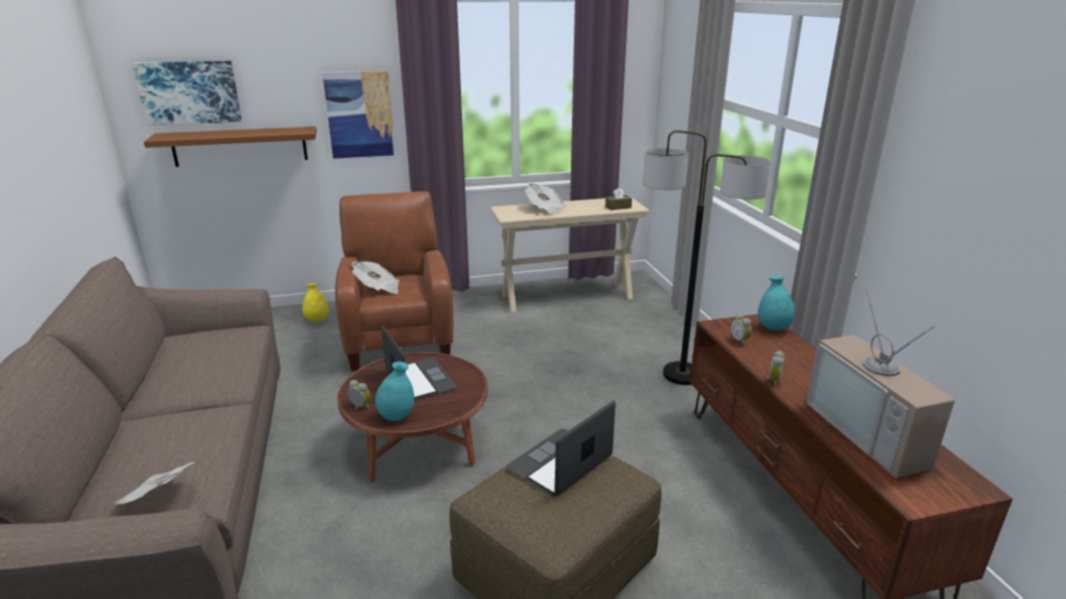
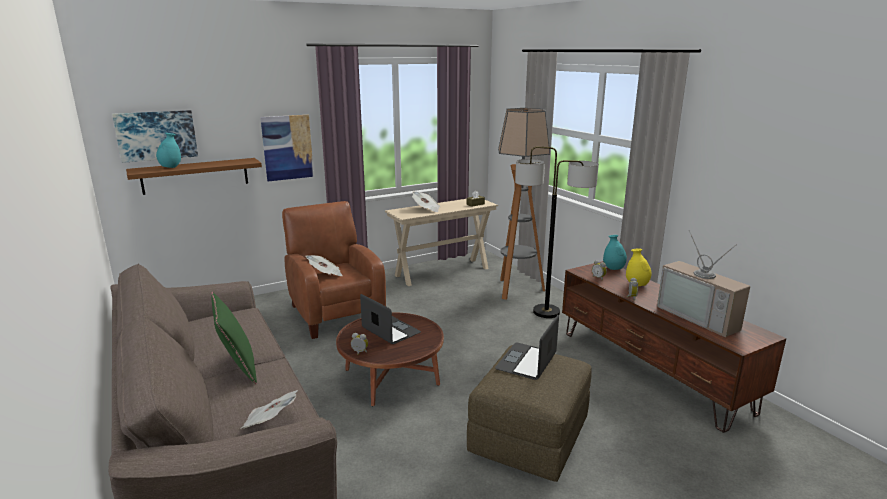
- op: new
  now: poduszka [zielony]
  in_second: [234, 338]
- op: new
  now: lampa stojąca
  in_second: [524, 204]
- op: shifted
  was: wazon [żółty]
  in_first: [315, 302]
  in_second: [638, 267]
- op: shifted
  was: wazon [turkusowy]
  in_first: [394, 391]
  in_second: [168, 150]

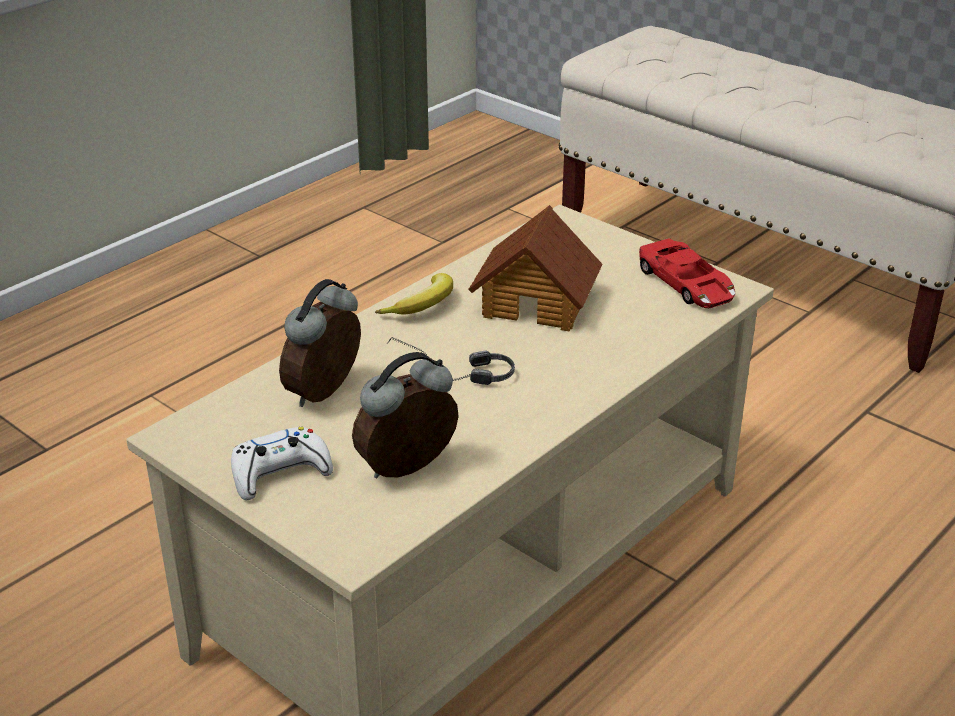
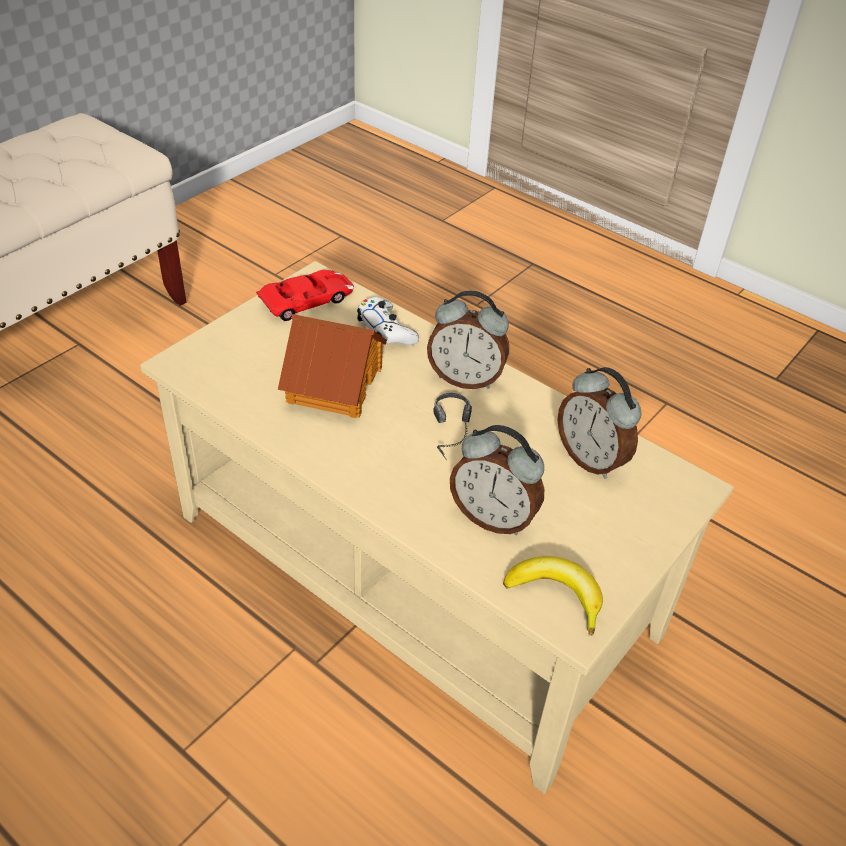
- op: new
  now: budzik
  in_second: [468, 339]
- op: shifted
  was: pad do gier [biały]
  in_first: [282, 463]
  in_second: [388, 321]
- op: shifted
  was: banan
  in_first: [414, 293]
  in_second: [553, 596]

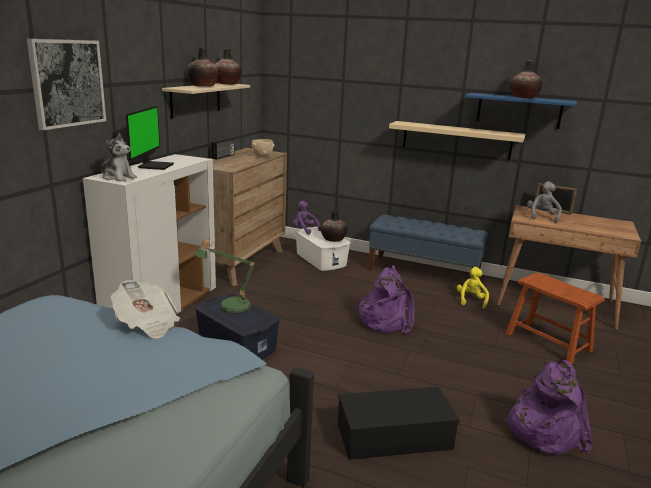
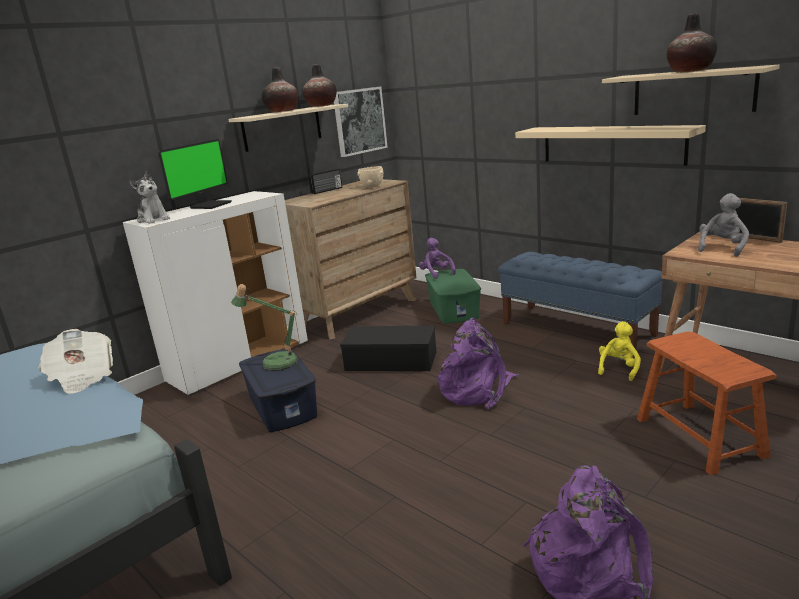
- op: gone
  was: wazon
  in_first: [334, 226]
- op: shifted
  was: obraz
  in_first: [66, 84]
  in_second: [361, 122]
- op: shifted
  was: pojemnik do przechowywania [czarny]
  in_first: [399, 423]
  in_second: [388, 348]
- op: repainted
  was: pojemnik do przechowywania [biały]
  now: pojemnik do przechowywania [zielony]
  in_first: [323, 249]
  in_second: [453, 296]
- op: repainted
  was: półka [niebieski]
  now: półka [beżowy]
  in_first: [521, 111]
  in_second: [691, 90]

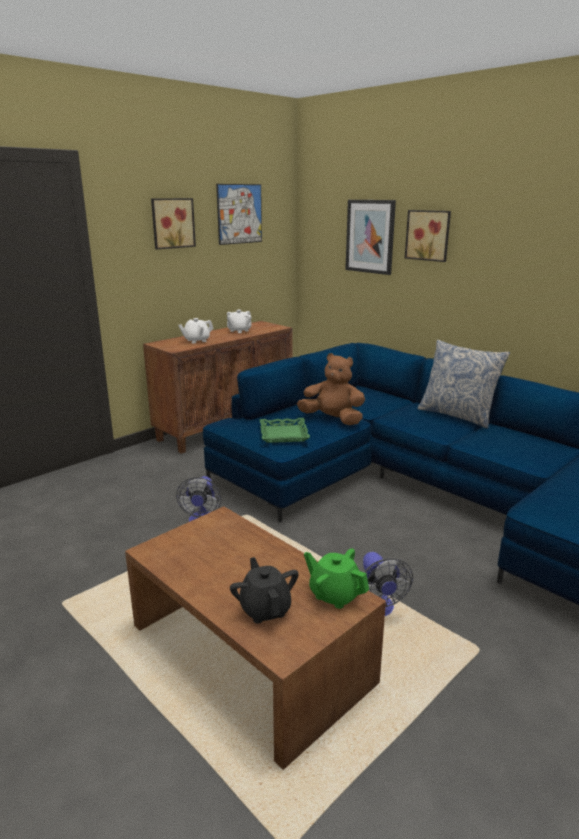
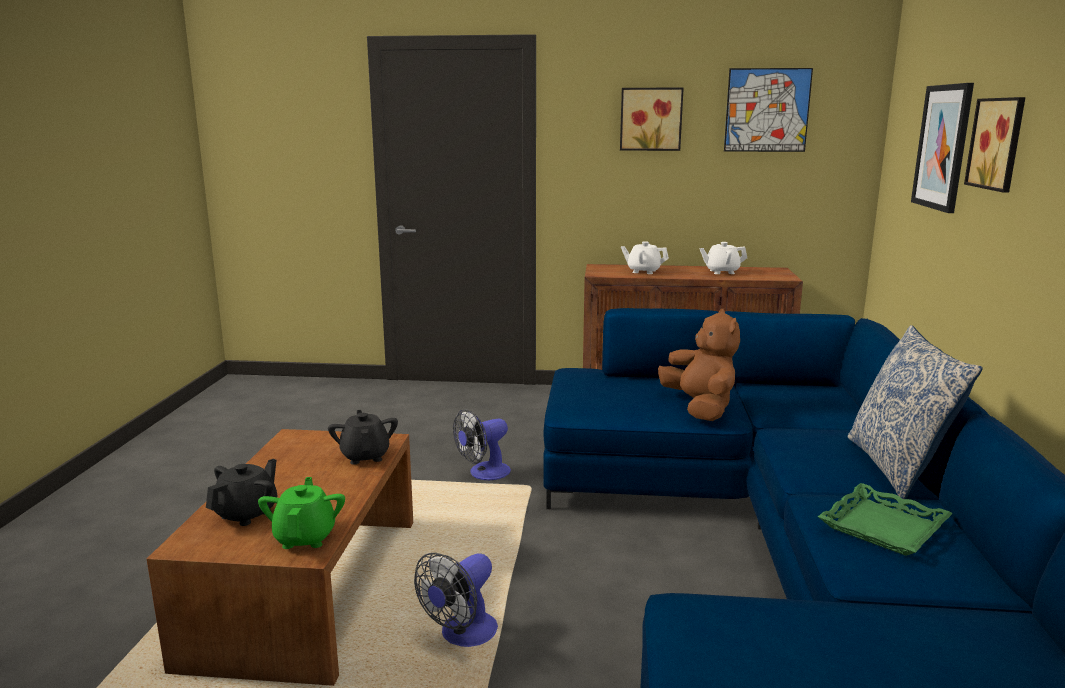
- op: new
  now: imbryk [czarny]
  in_second: [363, 437]
- op: shifted
  was: taca [zielony]
  in_first: [285, 430]
  in_second: [885, 519]

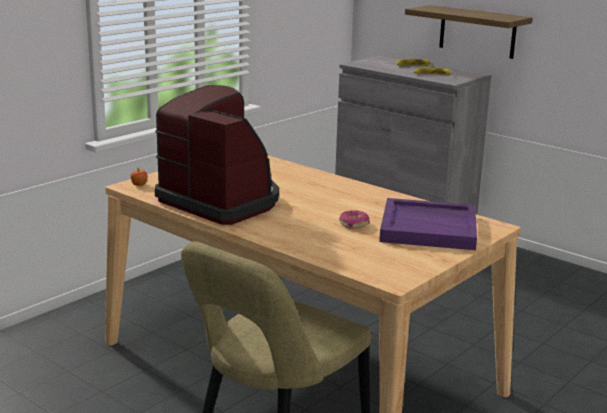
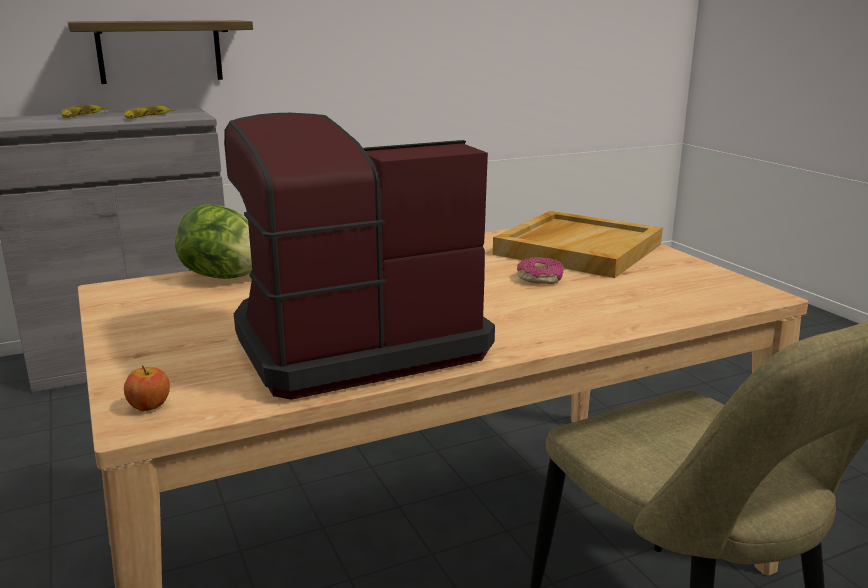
- op: new
  now: sałata
  in_second: [213, 242]
- op: repainted
  was: taca [fioletowy]
  now: taca [beżowy]
  in_first: [428, 224]
  in_second: [578, 244]

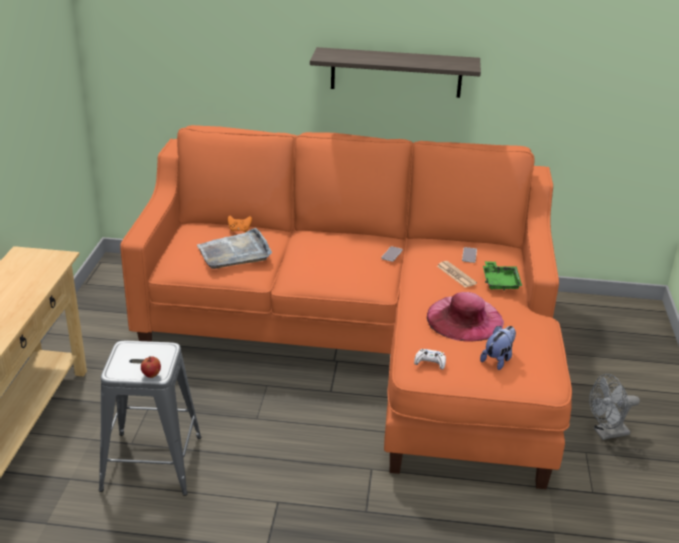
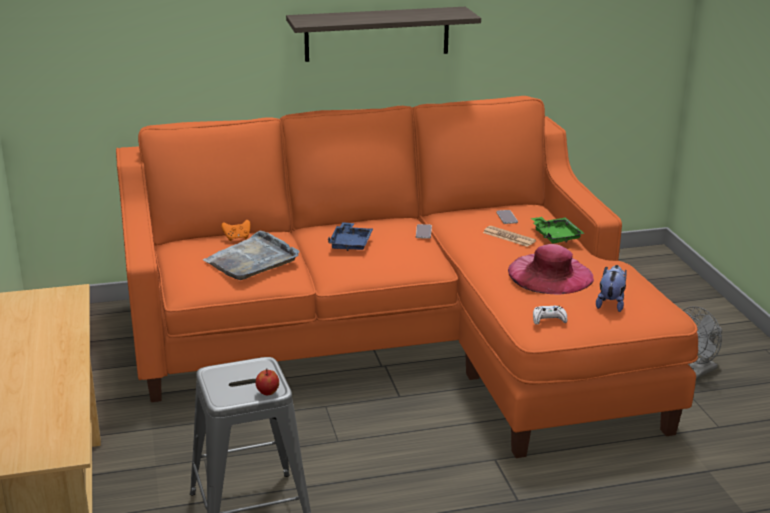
- op: new
  now: taca [niebieski]
  in_second: [350, 236]

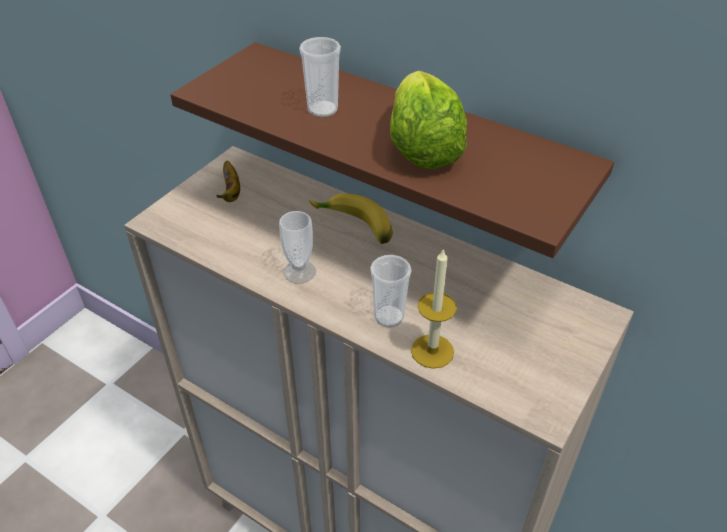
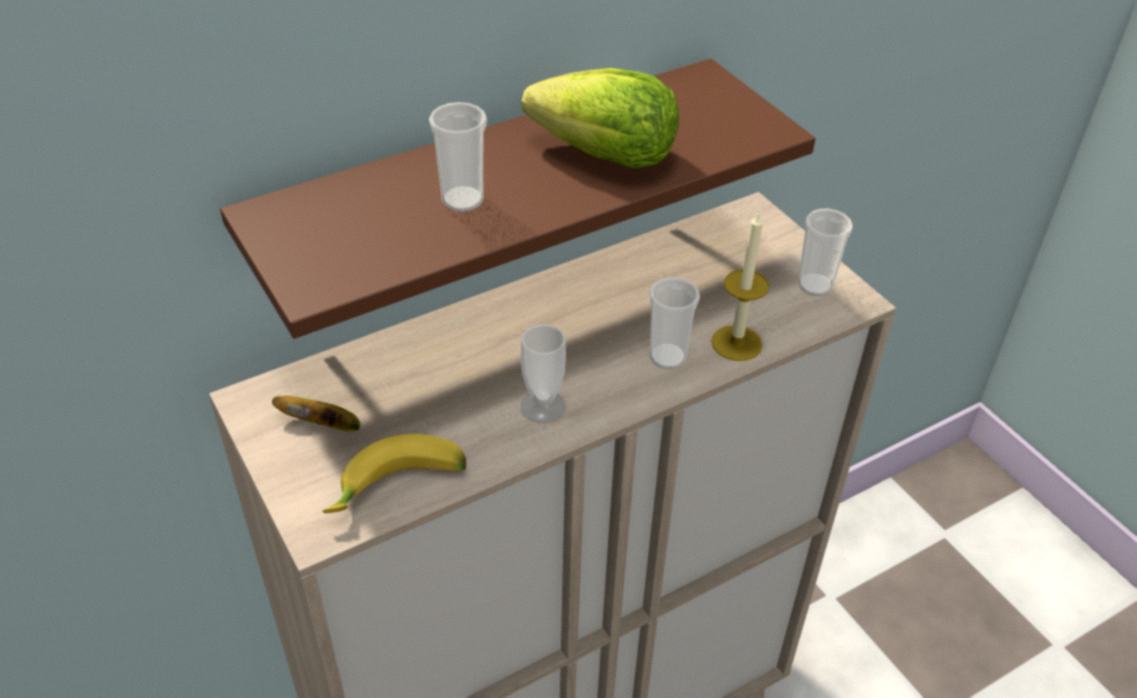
- op: new
  now: filiżanka
  in_second: [825, 252]
- op: shifted
  was: banan
  in_first: [351, 218]
  in_second: [394, 473]

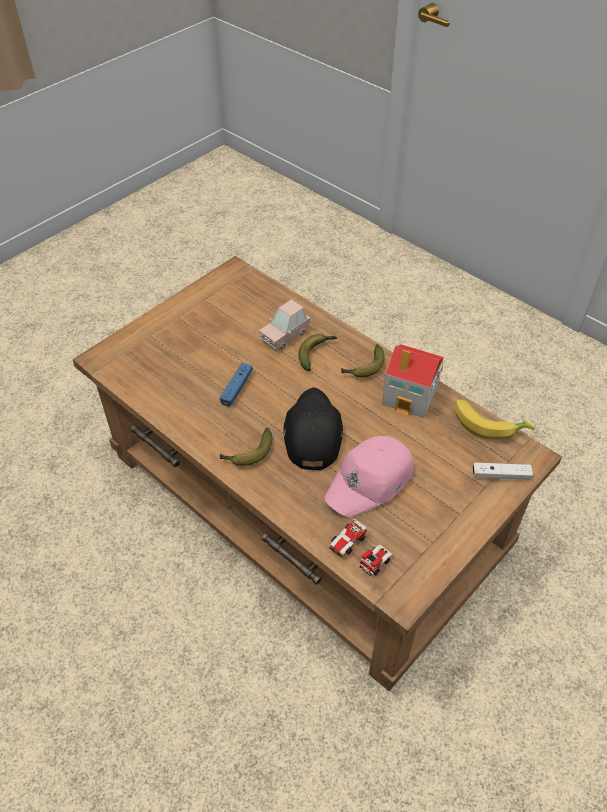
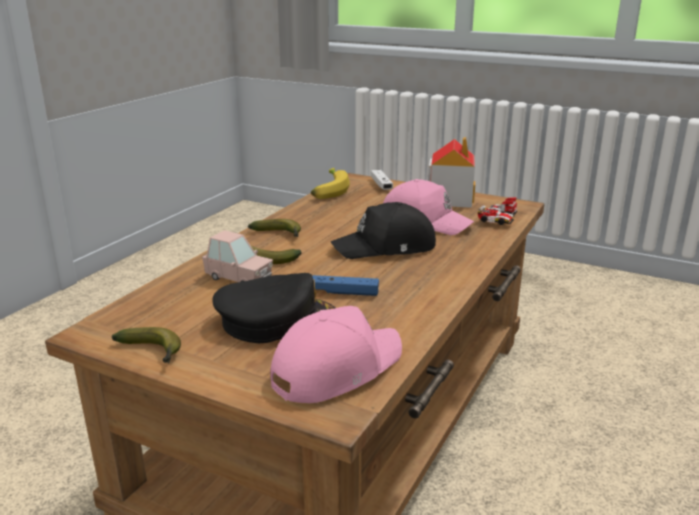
- op: new
  now: czapka z daszkiem [czarny]
  in_second: [273, 308]
- op: new
  now: czapka z daszkiem [różowy]
  in_second: [336, 354]
- op: shifted
  was: banan
  in_first: [245, 447]
  in_second: [146, 345]
- op: shifted
  was: domek
  in_first: [413, 381]
  in_second: [451, 172]

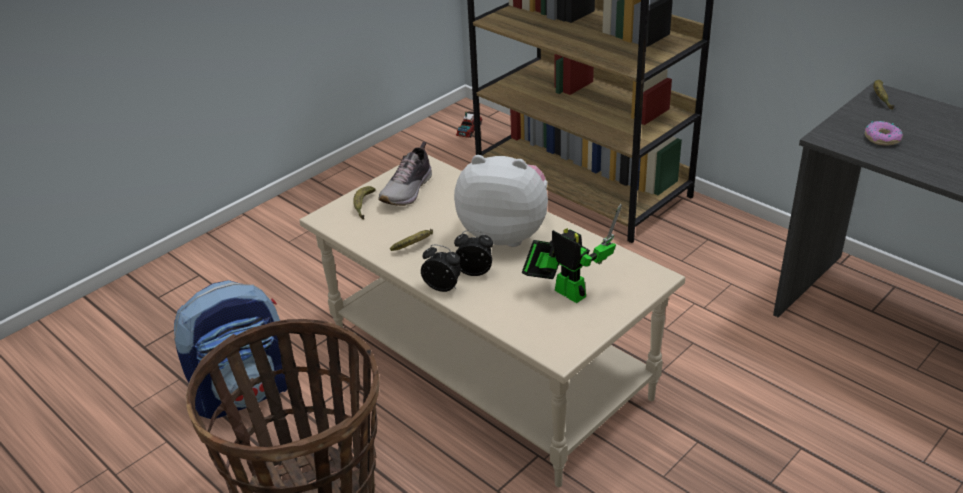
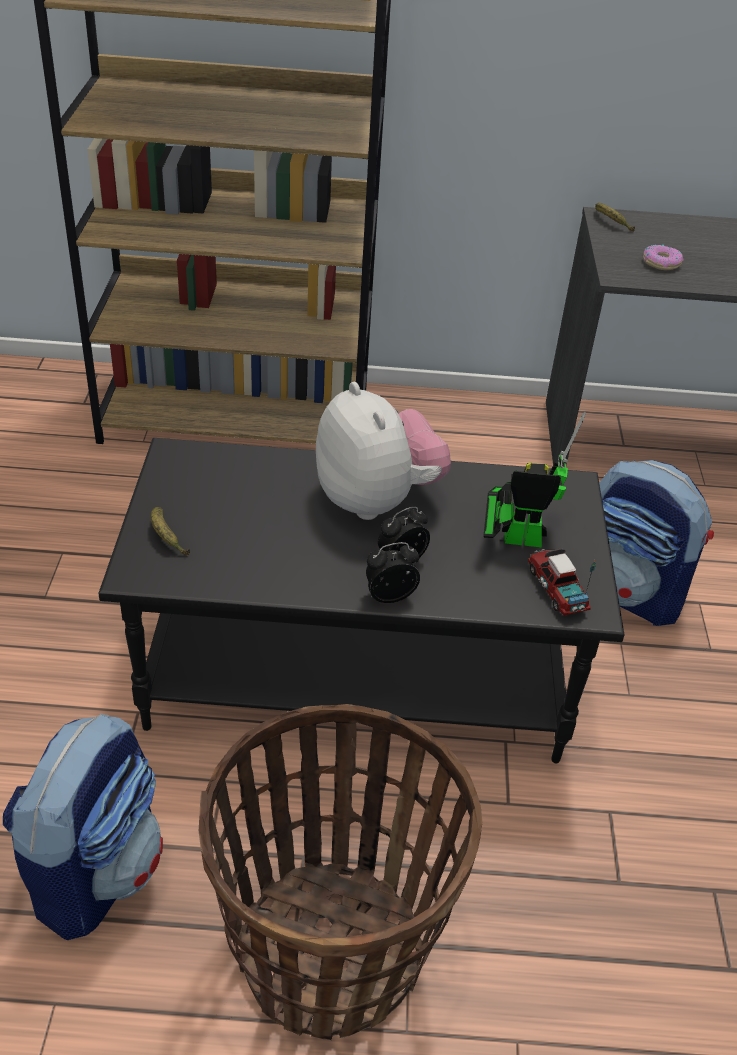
- op: gone
  was: but
  in_first: [405, 174]
- op: gone
  was: banan
  in_first: [411, 240]
- op: new
  now: plecak
  in_second: [656, 543]
- op: shifted
  was: ciężarówka zabawkowa
  in_first: [469, 124]
  in_second: [562, 582]
- op: repainted
  was: ława [beżowy]
  now: ława [czarny]
  in_first: [492, 321]
  in_second: [361, 600]
- op: rotated
  was: pluszak
  in_first: [501, 201]
  in_second: [383, 451]
  clockwise: 90

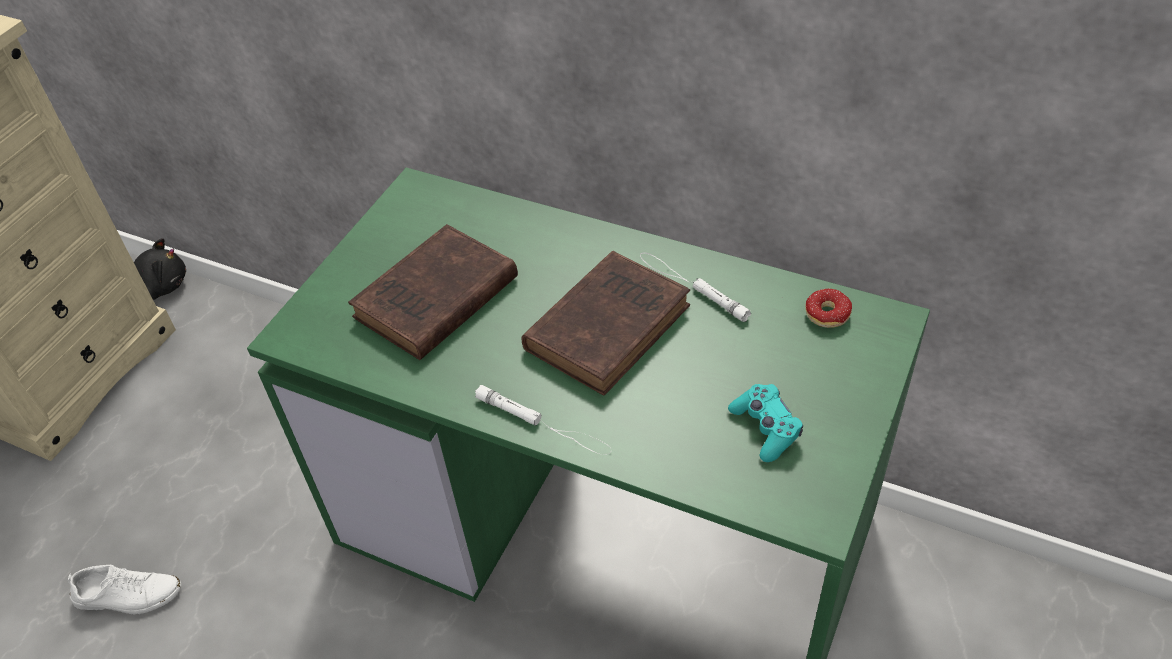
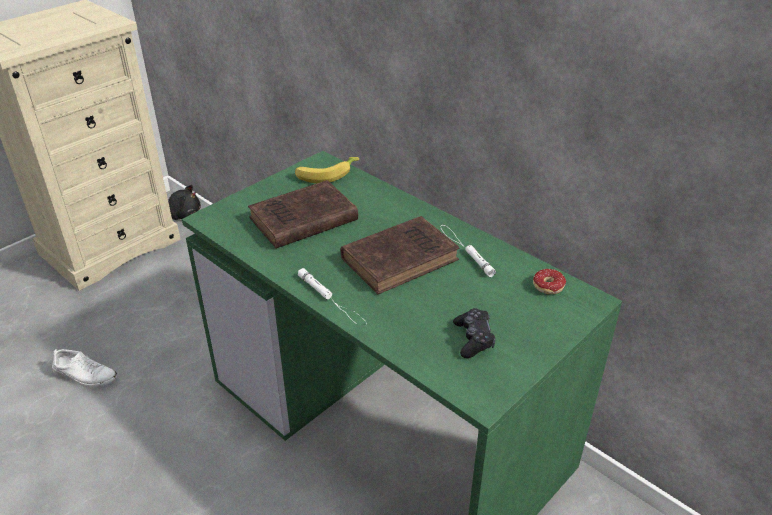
- op: new
  now: banan
  in_second: [327, 170]
- op: repainted
  was: pad do gier [turkusowy]
  now: pad do gier [czarny]
  in_first: [765, 423]
  in_second: [474, 333]

